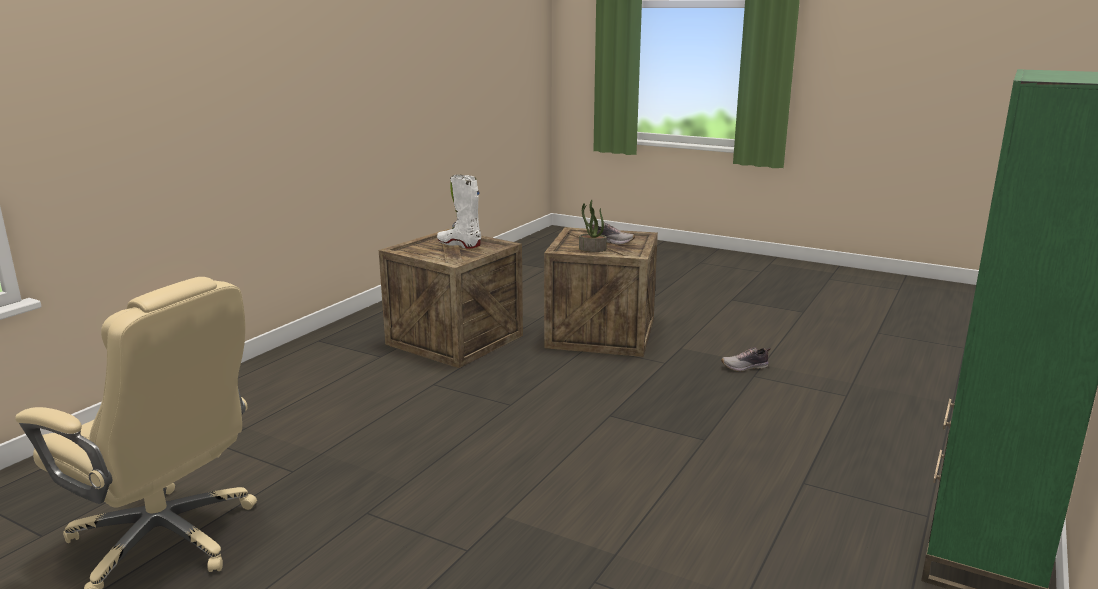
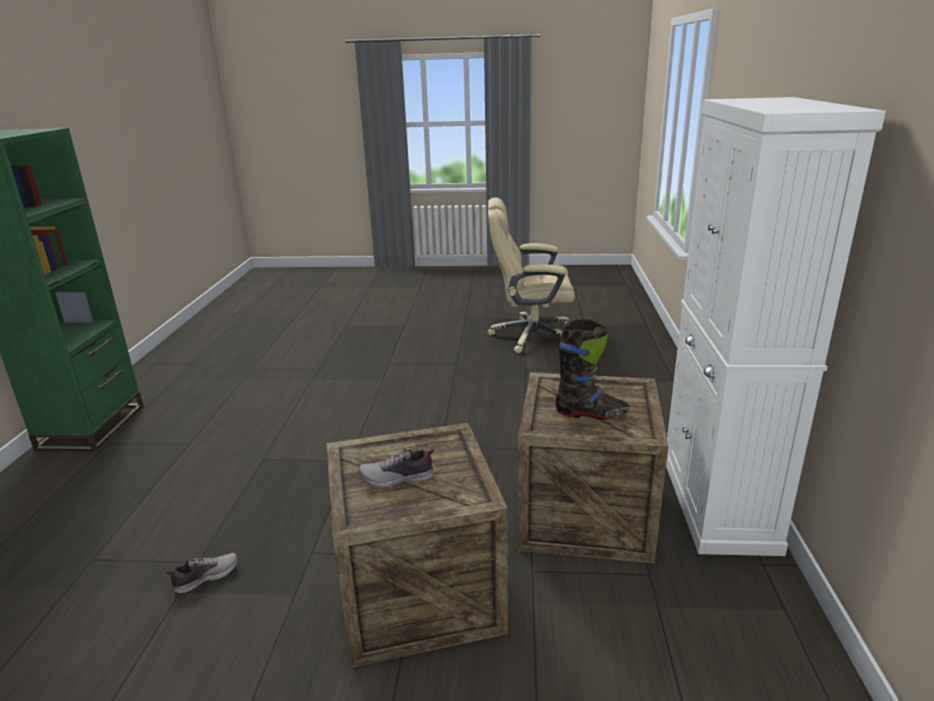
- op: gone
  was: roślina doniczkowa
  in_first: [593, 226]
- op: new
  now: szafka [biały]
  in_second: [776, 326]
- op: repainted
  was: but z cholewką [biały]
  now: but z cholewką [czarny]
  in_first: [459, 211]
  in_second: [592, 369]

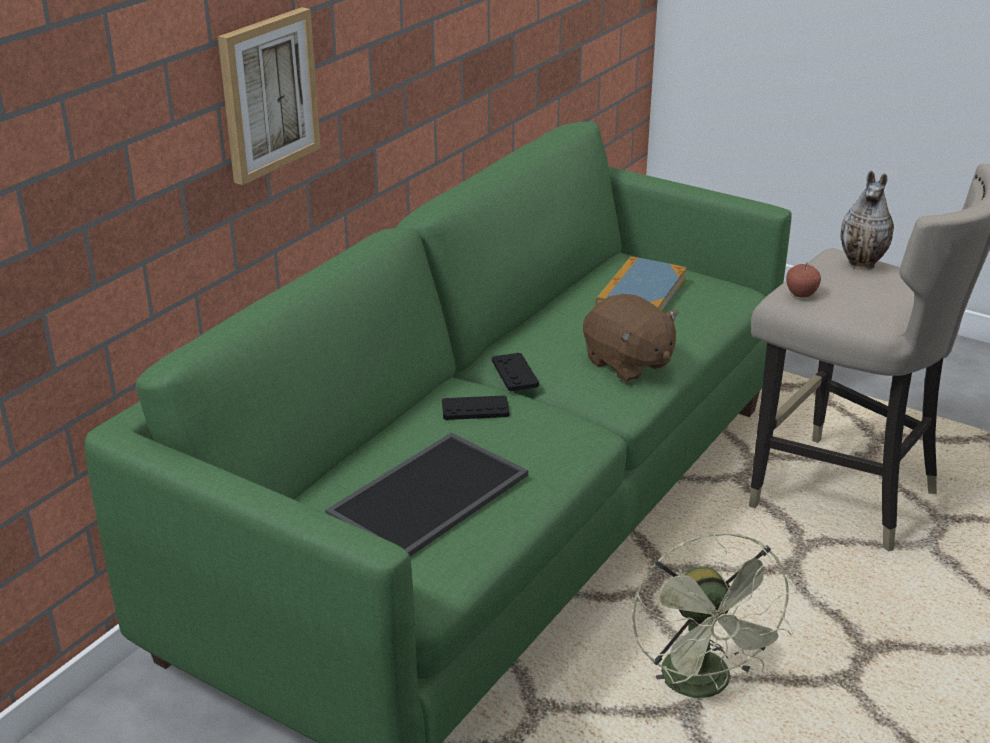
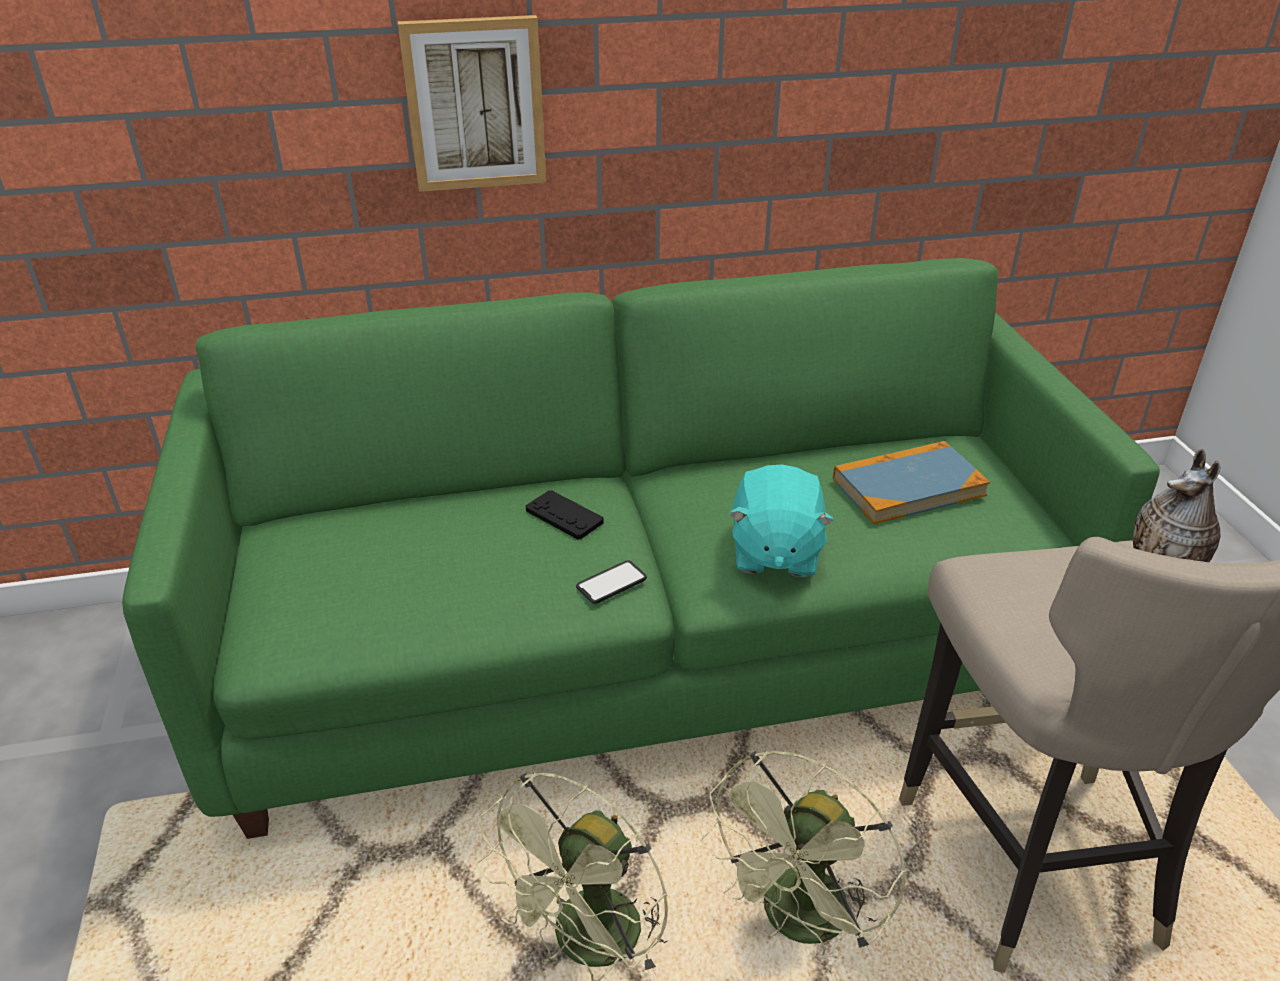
- op: gone
  was: taca
  in_first: [426, 494]
- op: gone
  was: pad do gier [czarny]
  in_first: [515, 372]
- op: gone
  was: jabłko
  in_first: [803, 280]
- op: new
  now: telefon
  in_second: [611, 582]
- op: new
  now: wentylator [zielony]
  in_second: [803, 853]
- op: repainted
  was: pluszak [brązowy]
  now: pluszak [turkusowy]
  in_first: [631, 338]
  in_second: [782, 520]

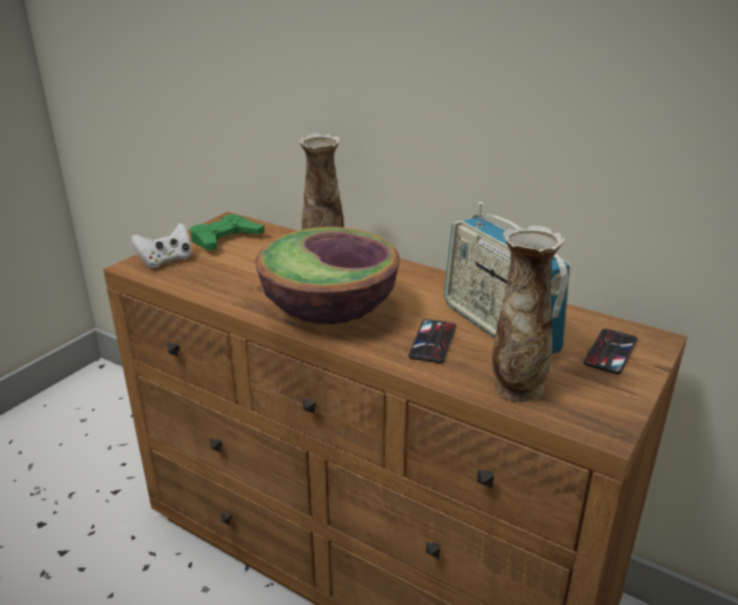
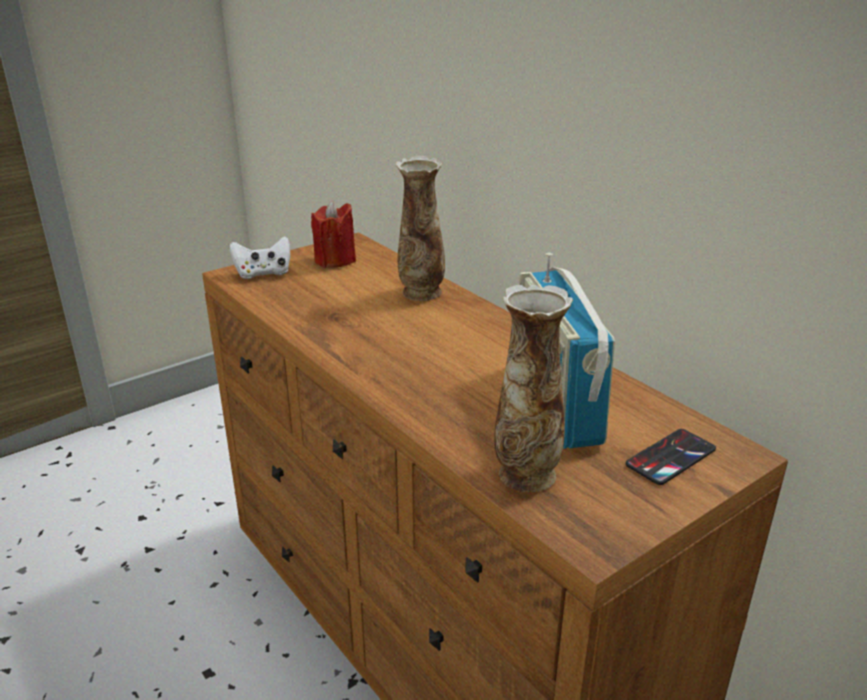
- op: gone
  was: miska
  in_first: [327, 275]
- op: gone
  was: telefon
  in_first: [432, 341]
- op: swapped
  was: pad do gier [zielony]
  now: świeca [czerwony]
  in_first: [227, 232]
  in_second: [333, 234]

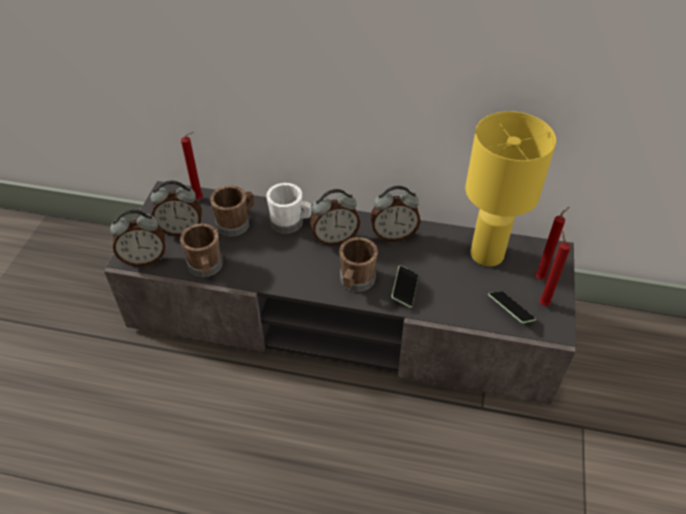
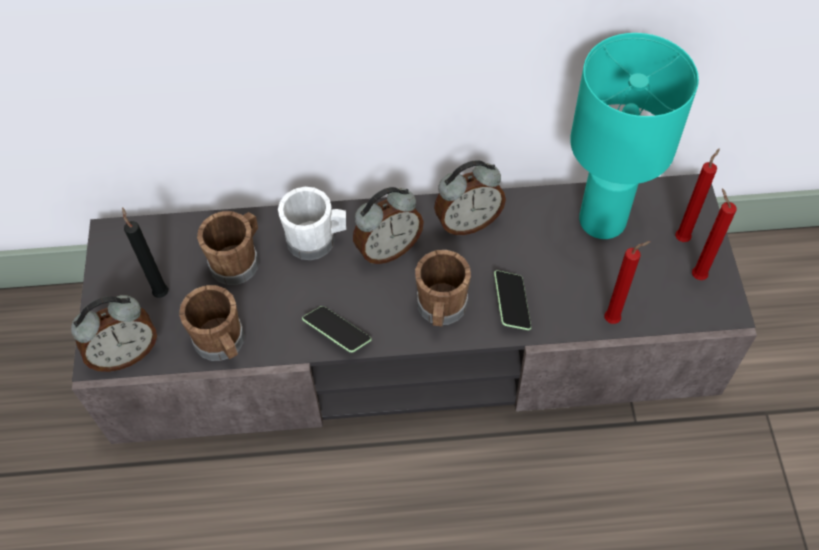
- op: shifted
  was: świeca [czerwony]
  in_first: [192, 165]
  in_second: [627, 282]
- op: shifted
  was: telefon
  in_first: [512, 307]
  in_second: [337, 329]
- op: swapped
  was: budzik
  now: świeca [czarny]
  in_first: [176, 208]
  in_second: [145, 252]
- op: repainted
  was: lampa stołowa [żółty]
  now: lampa stołowa [turkusowy]
  in_first: [510, 189]
  in_second: [634, 136]

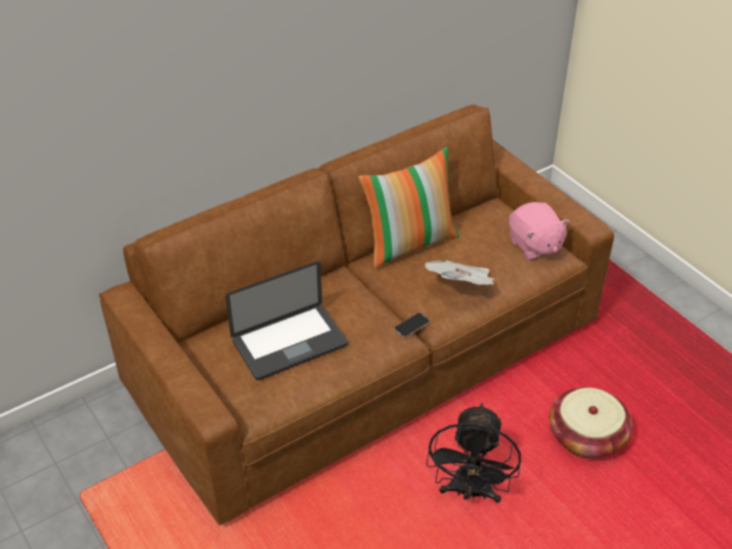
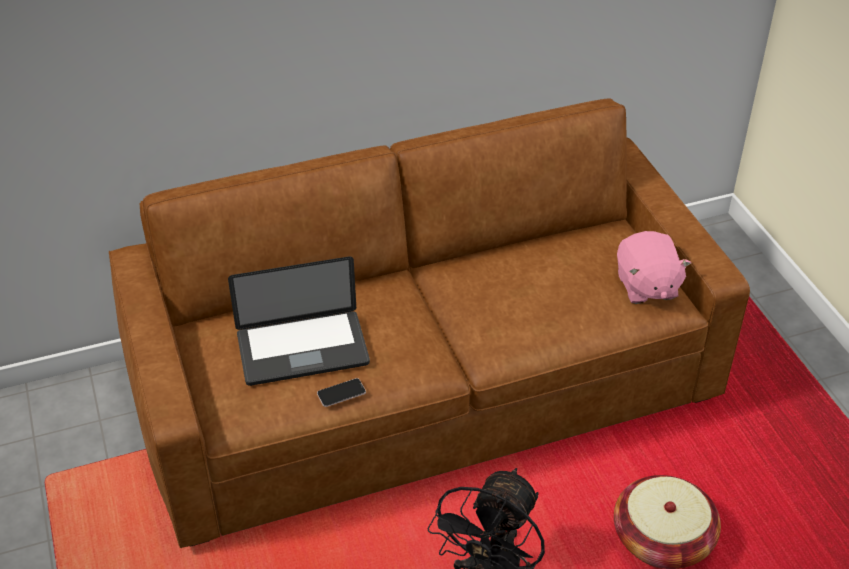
- op: gone
  was: poduszka
  in_first: [408, 207]
- op: gone
  was: gazeta
  in_first: [459, 272]
- op: shifted
  was: telefon
  in_first: [412, 324]
  in_second: [341, 392]

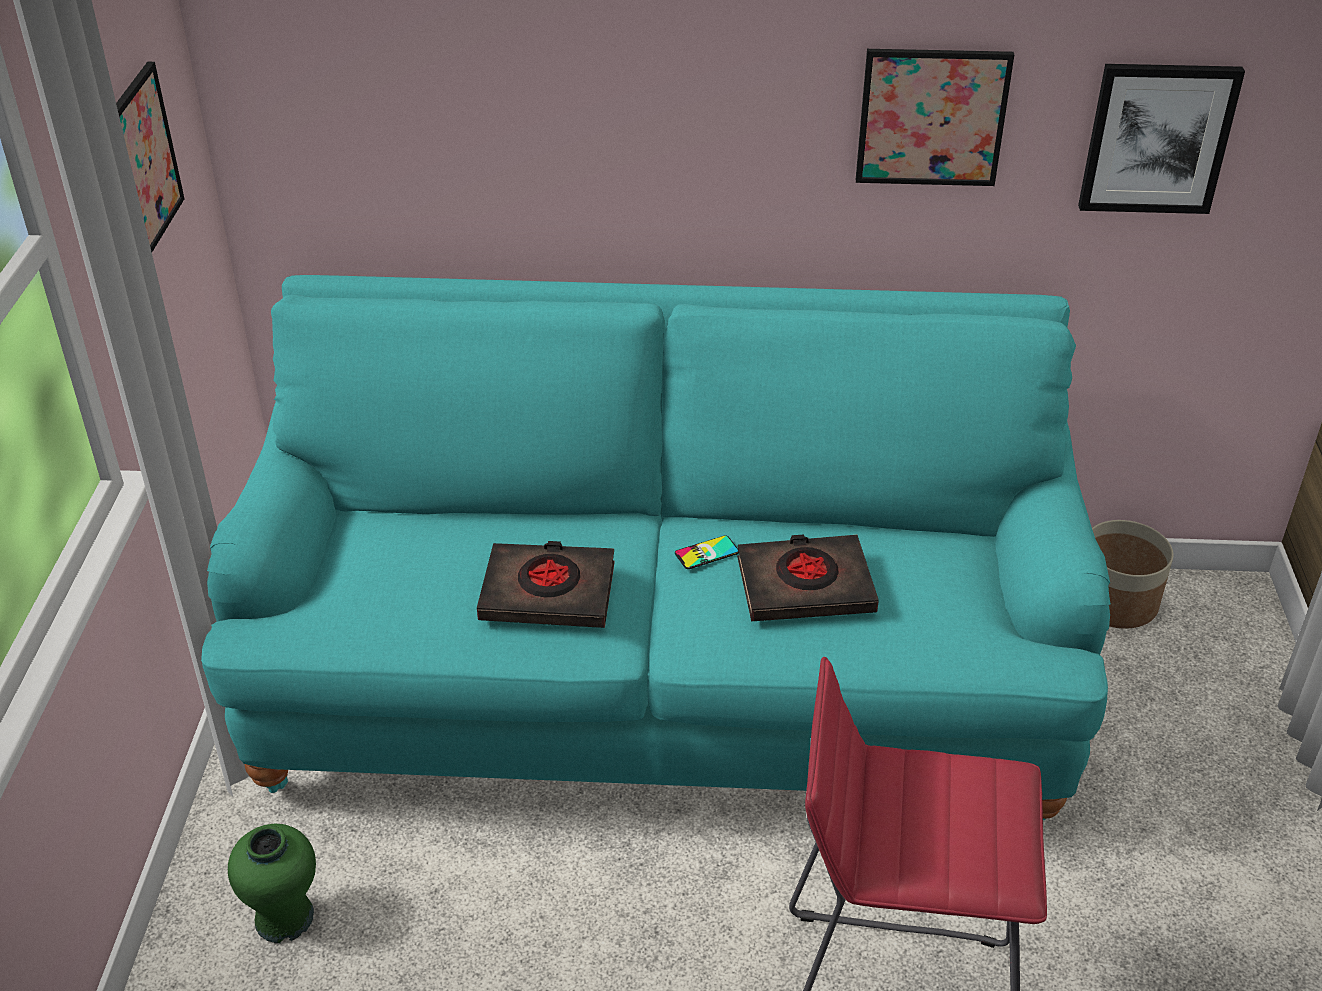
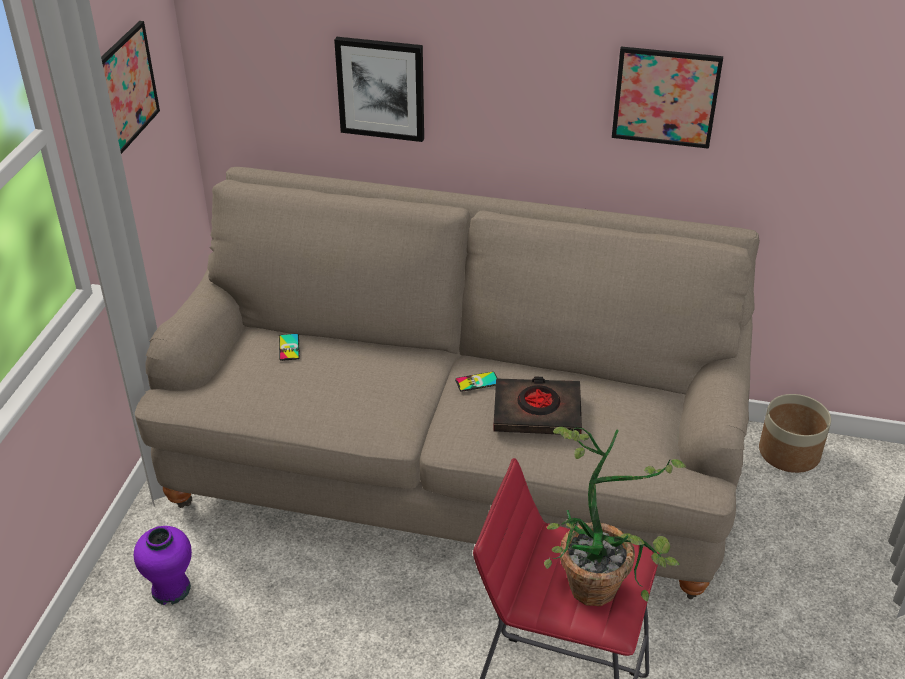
- op: gone
  was: książka [czarny]
  in_first: [546, 584]
- op: new
  now: telefon
  in_second: [289, 347]
- op: new
  now: roślina doniczkowa
  in_second: [615, 516]
- op: shifted
  was: obraz
  in_first: [1161, 139]
  in_second: [379, 89]
- op: repainted
  was: kanapa [turkusowy]
  now: kanapa [beżowy]
  in_first: [656, 547]
  in_second: [447, 383]
- op: repainted
  was: wazon [zielony]
  now: wazon [fioletowy]
  in_first: [272, 884]
  in_second: [163, 565]

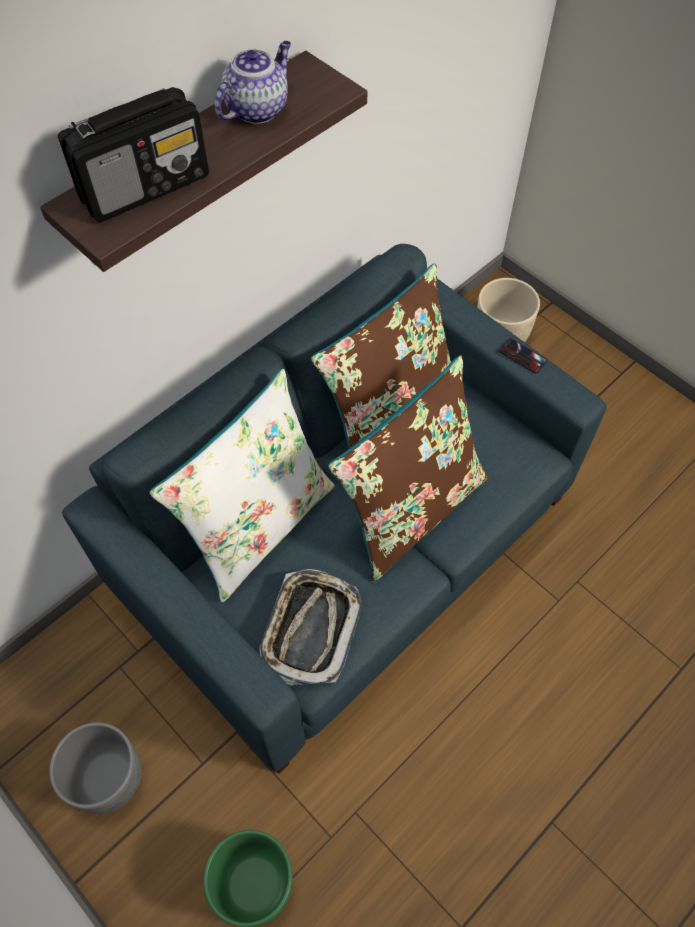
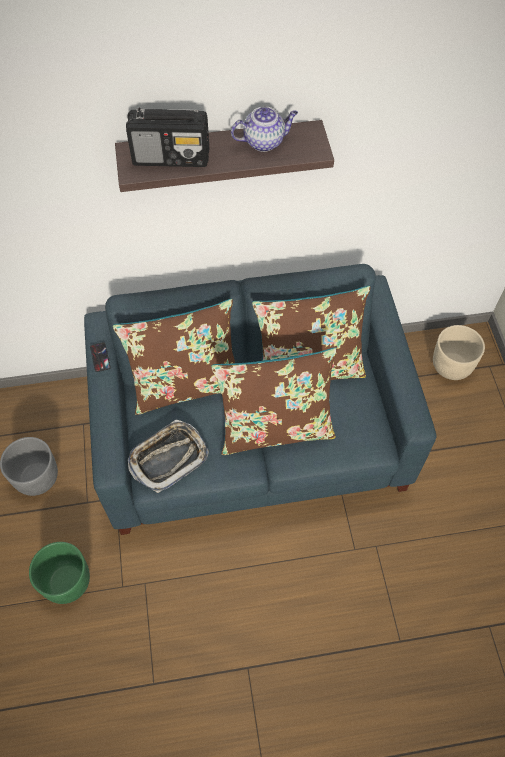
- op: shifted
  was: telefon
  in_first: [523, 355]
  in_second: [100, 357]
- op: repainted
  was: poduszka [biały]
  now: poduszka [brązowy]
  in_first: [241, 485]
  in_second: [174, 357]

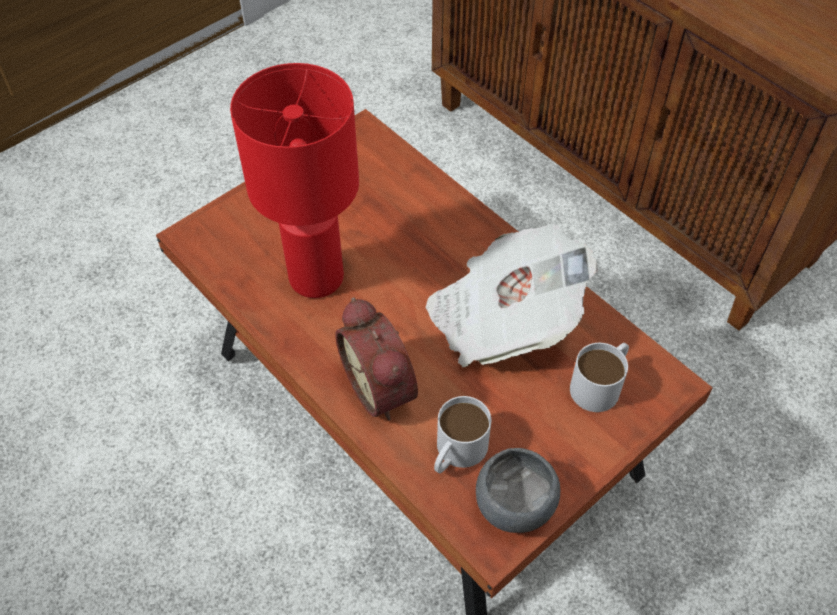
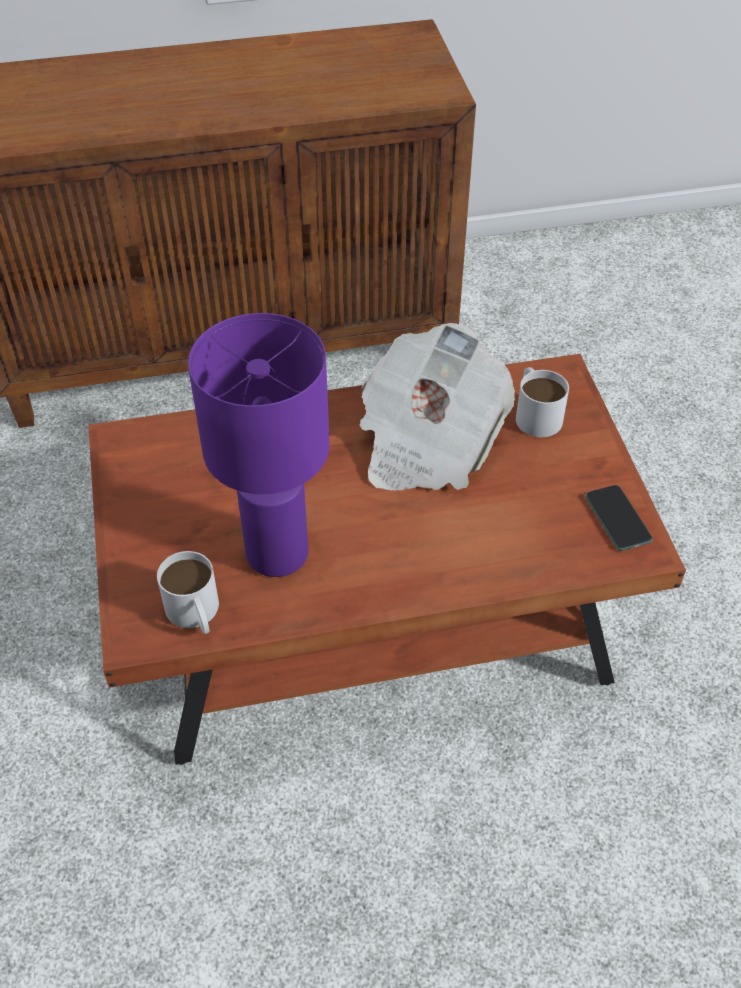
- op: gone
  was: budzik
  in_first: [376, 359]
- op: shifted
  was: kubek [biały]
  in_first: [462, 434]
  in_second: [188, 592]
- op: swapped
  was: miska [szary]
  now: telefon
  in_first: [518, 490]
  in_second: [619, 518]
- op: repainted
  was: lampa stołowa [czerwony]
  now: lampa stołowa [fioletowy]
  in_first: [294, 180]
  in_second: [258, 445]

